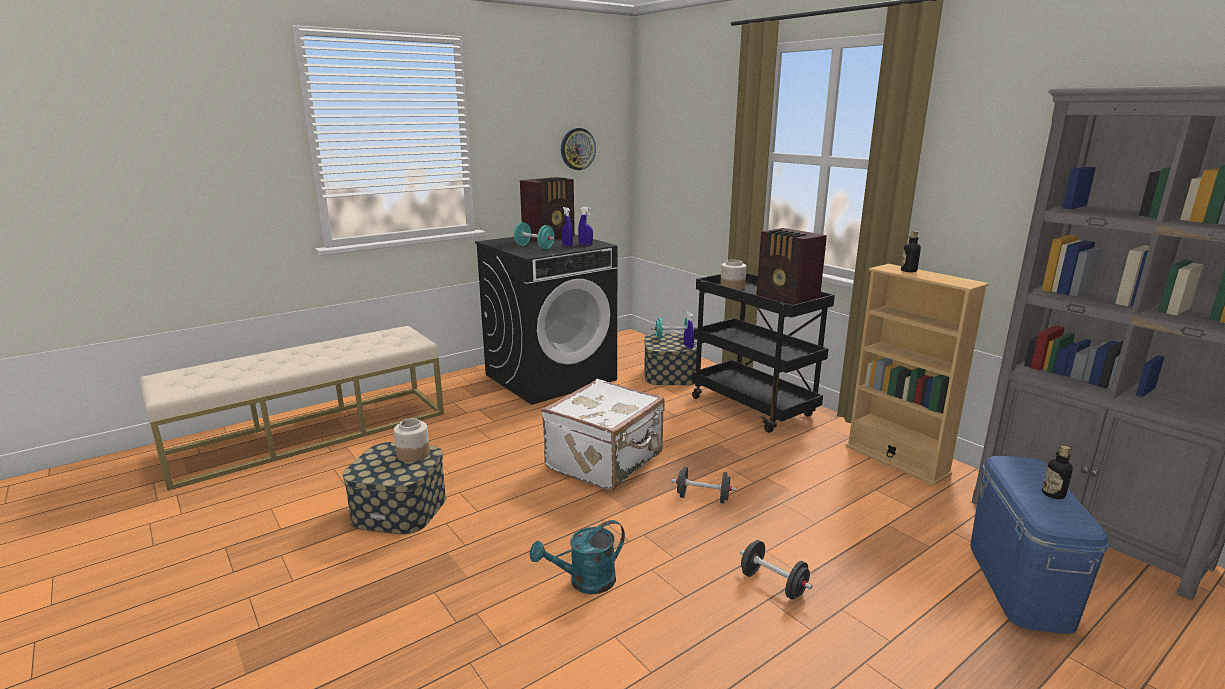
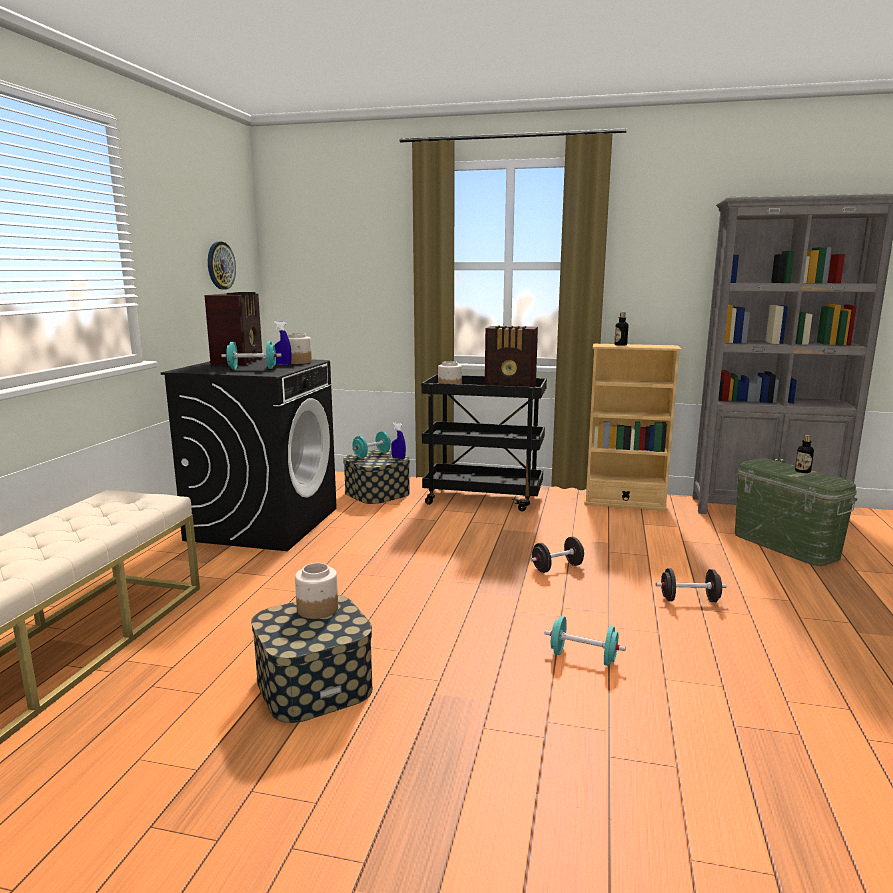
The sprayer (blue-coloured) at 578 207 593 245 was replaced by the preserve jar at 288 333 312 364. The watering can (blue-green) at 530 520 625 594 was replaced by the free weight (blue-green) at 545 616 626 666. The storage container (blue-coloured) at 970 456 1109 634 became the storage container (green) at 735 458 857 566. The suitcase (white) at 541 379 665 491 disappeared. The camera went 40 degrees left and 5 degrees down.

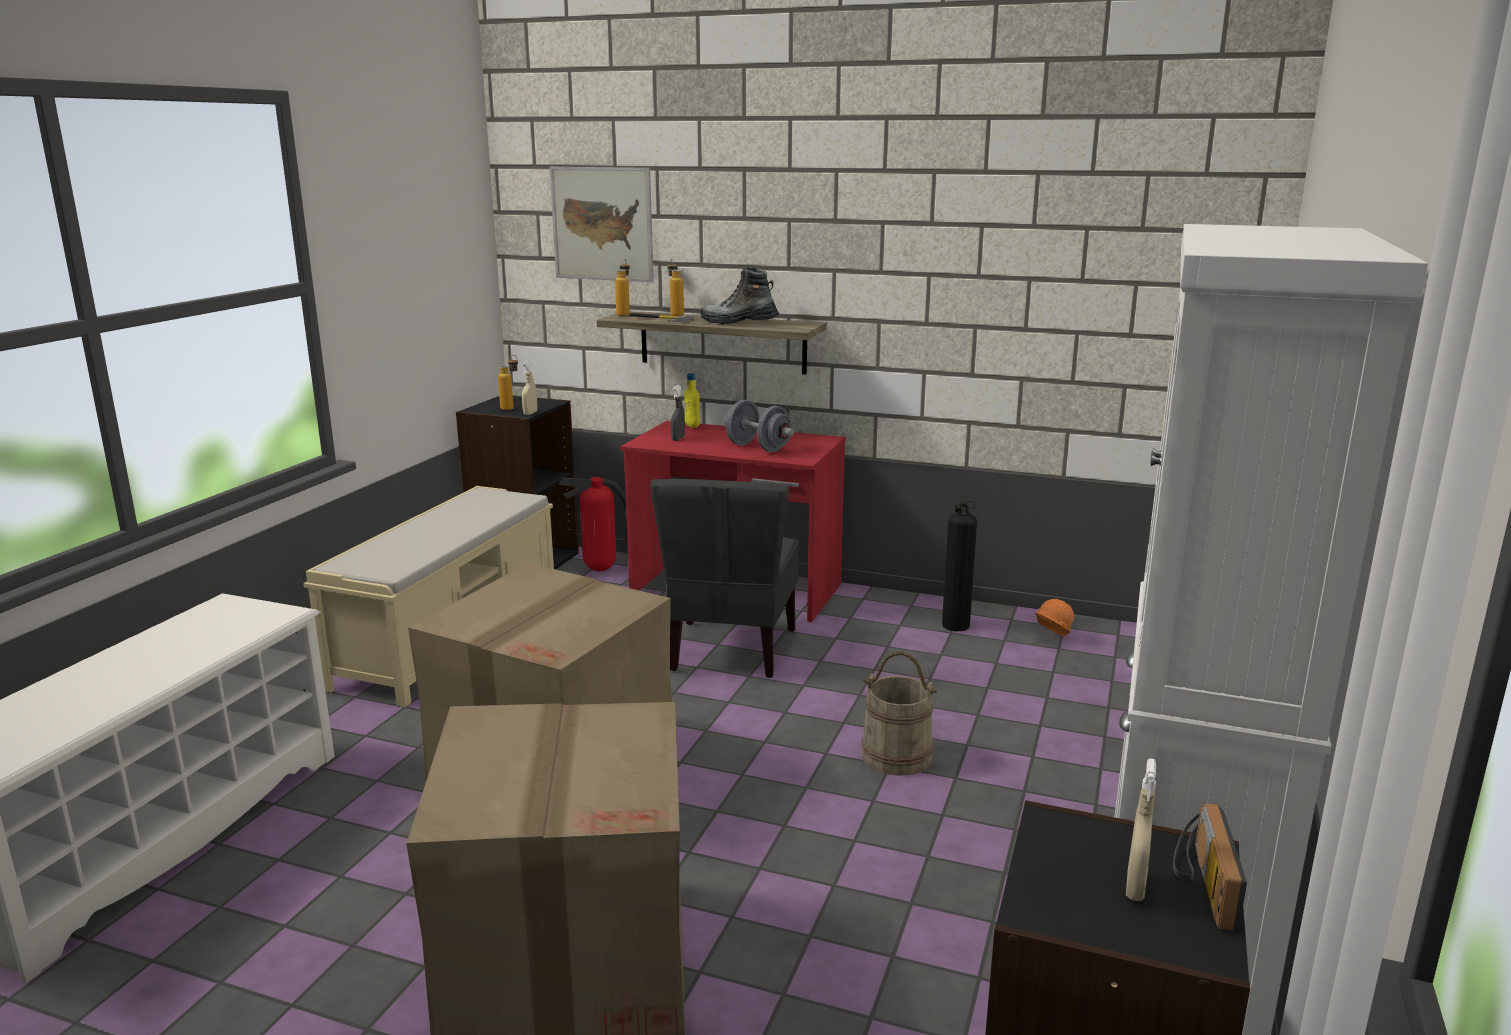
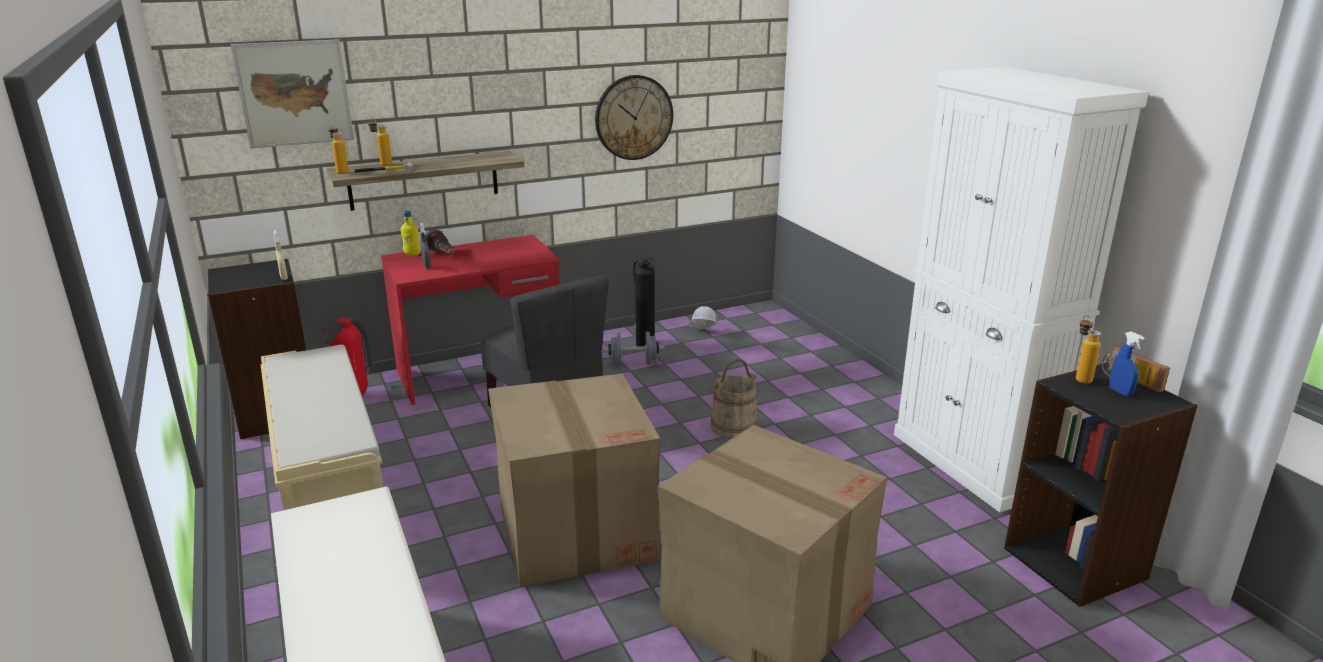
The torch at 425 229 455 255 appeared. The hanging clock at 595 75 673 160 appeared. The free weight (greyish) moved from 724 400 794 452 to 603 332 665 366. The safety helmet (orange-coloured) at 1035 599 1074 637 became the safety helmet (white) at 689 306 717 329. The drink bottle moved from 498 355 518 410 to 1076 315 1101 384. The sprayer (sand-coloured) at 1126 759 1156 901 became the sprayer (blue-coloured) at 1109 331 1145 396. The boot at 701 267 779 325 disappeared. The camera went 45 degrees left and 5 degrees up.

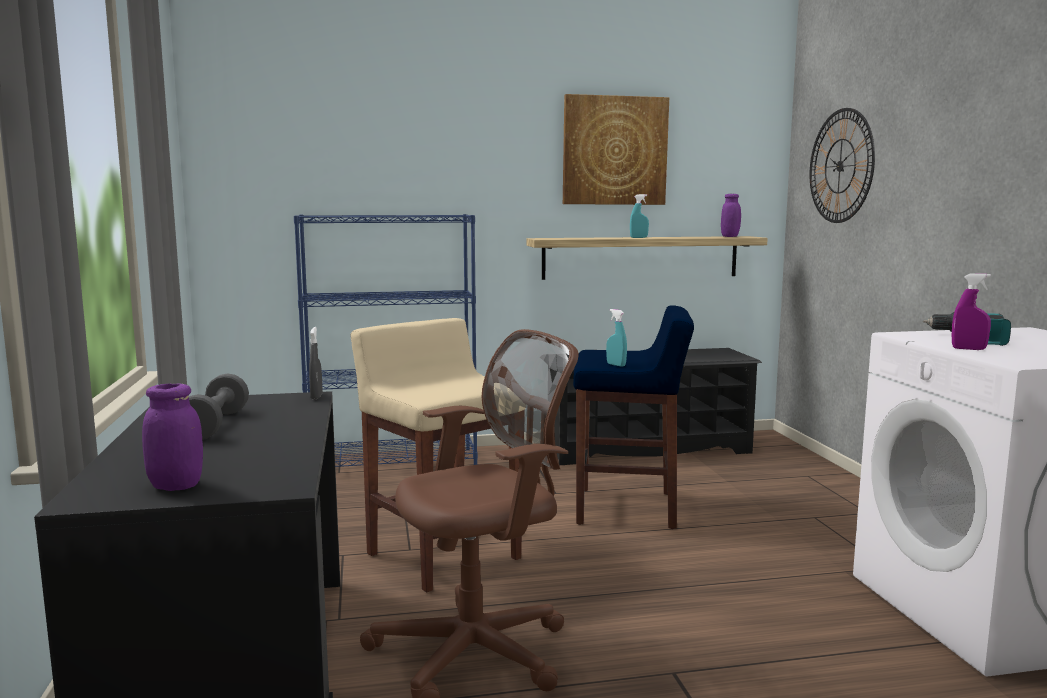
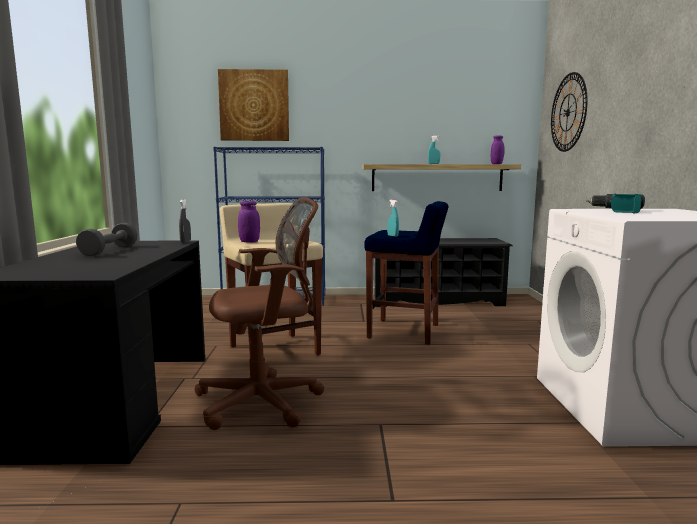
The wall picture moved from 563 94 669 205 to 218 69 289 141. The preserve jar (purple-coloured) moved from 142 384 203 491 to 238 201 260 243. The sprayer (purple-coloured) at 952 273 991 350 disappeared. The camera went 10 degrees right and 0 degrees up.

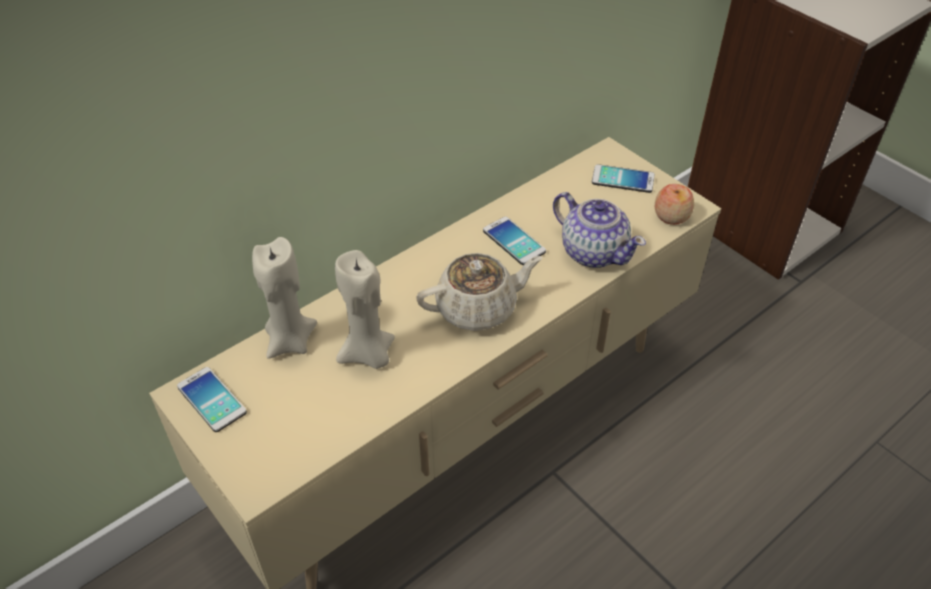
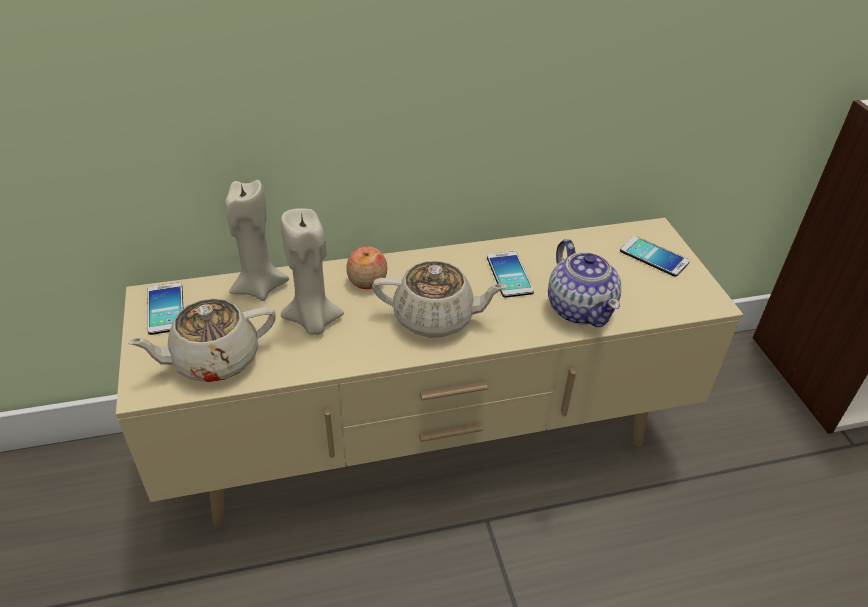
The tea pot (sand-coloured) at 127 298 276 382 appeared. The apple fruit moved from 655 184 694 225 to 346 246 387 289. The camera went 25 degrees right and 5 degrees down.

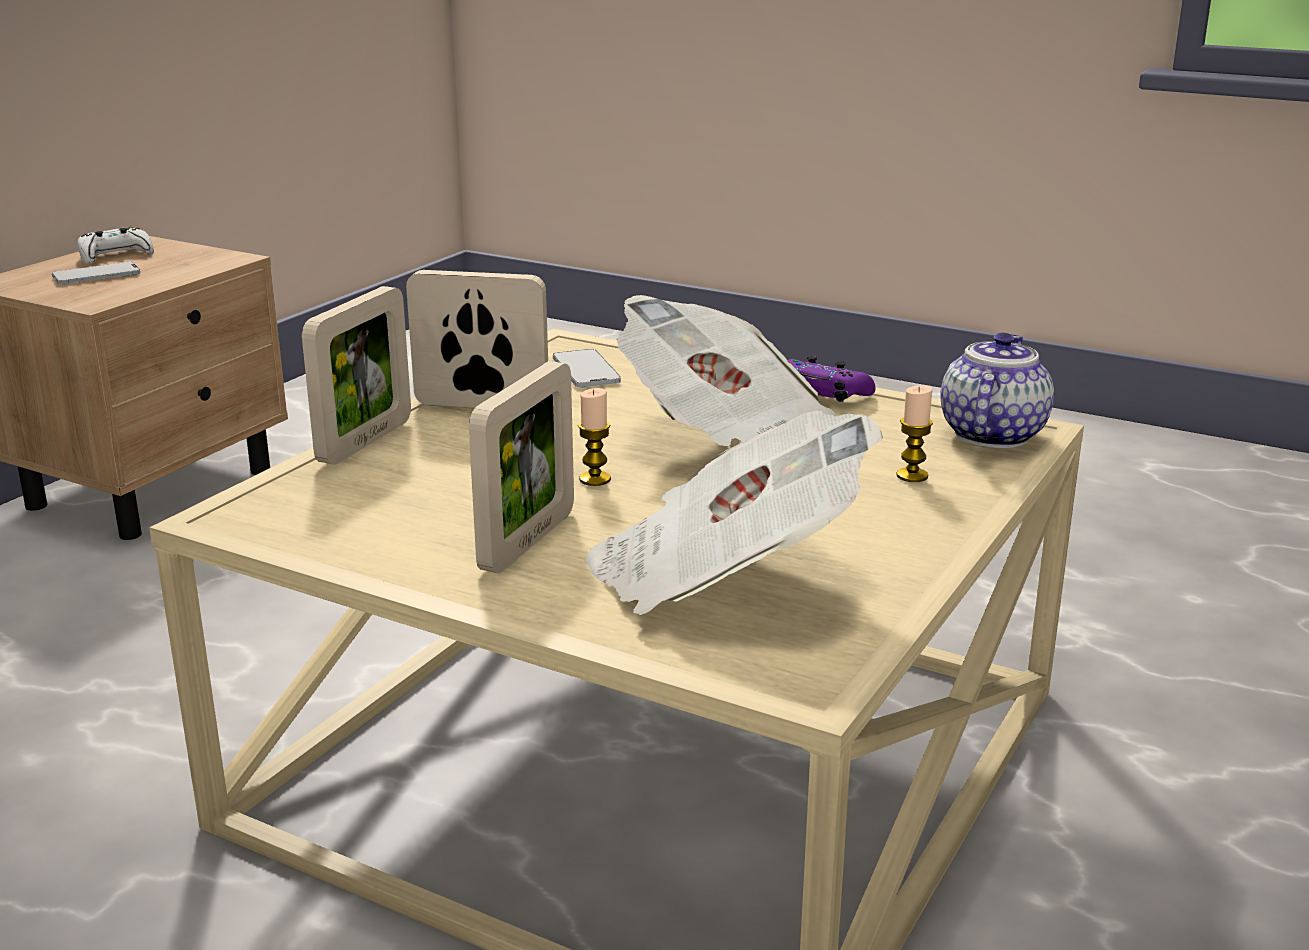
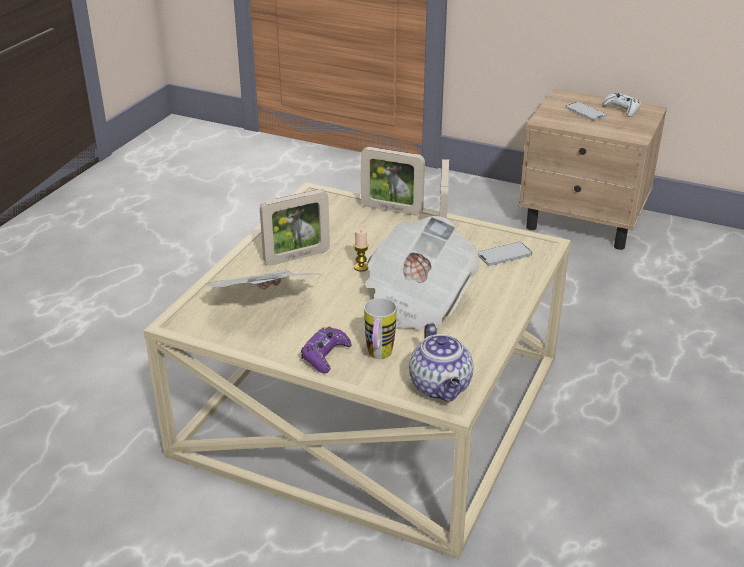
The photo frame at 469 361 574 573 turned 45 degrees counterclockwise. The game controller (purple-coloured) moved from 787 356 875 402 to 301 327 352 373. The candle at 896 385 933 482 was replaced by the mug at 364 298 396 359. The tea pot at 940 332 1054 448 turned 60 degrees clockwise. The camera went 85 degrees right and 10 degrees up.

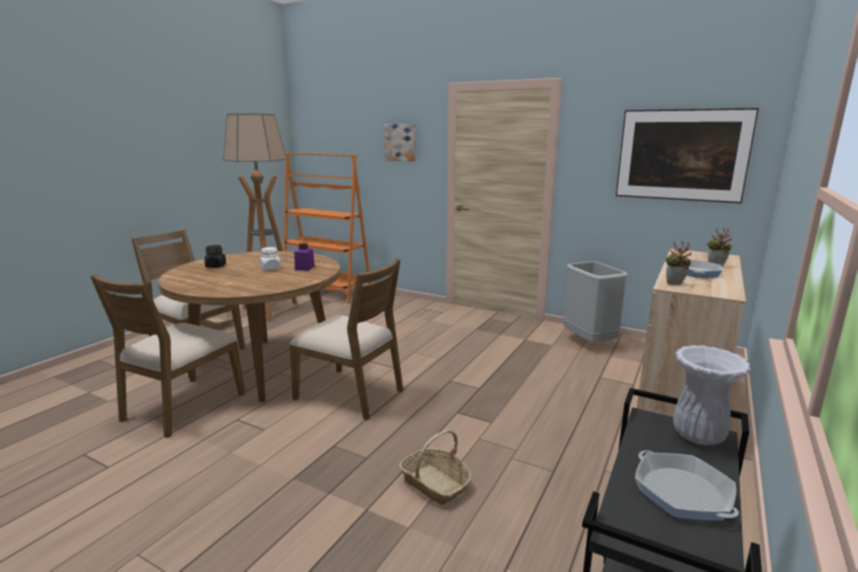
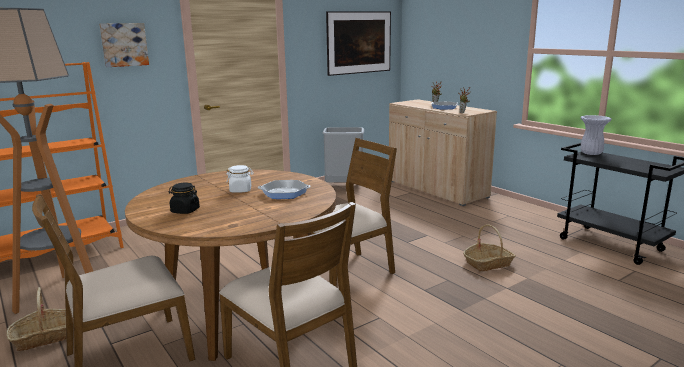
The pan moved from 635 450 739 520 to 258 180 311 199. The preserve jar (purple-coloured) at 294 243 315 271 disappeared. The camera went 65 degrees left and 0 degrees up.

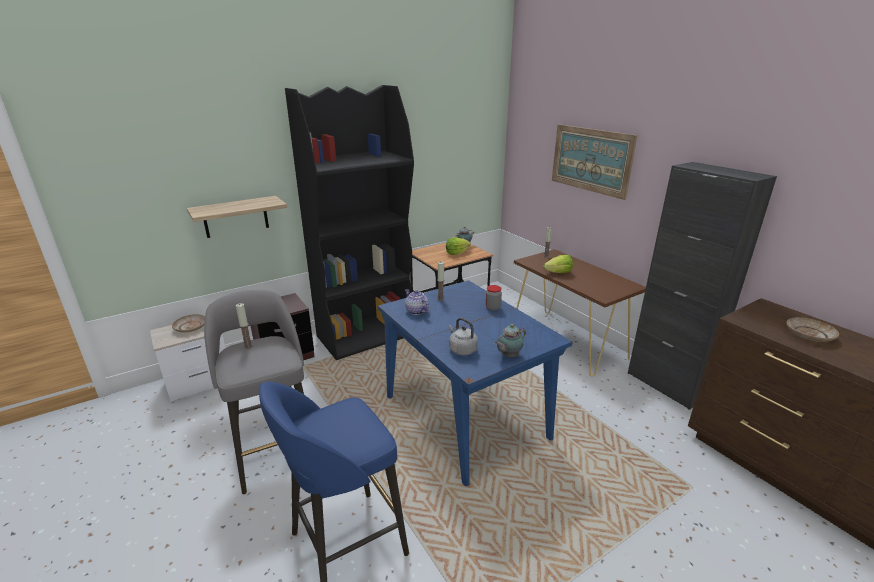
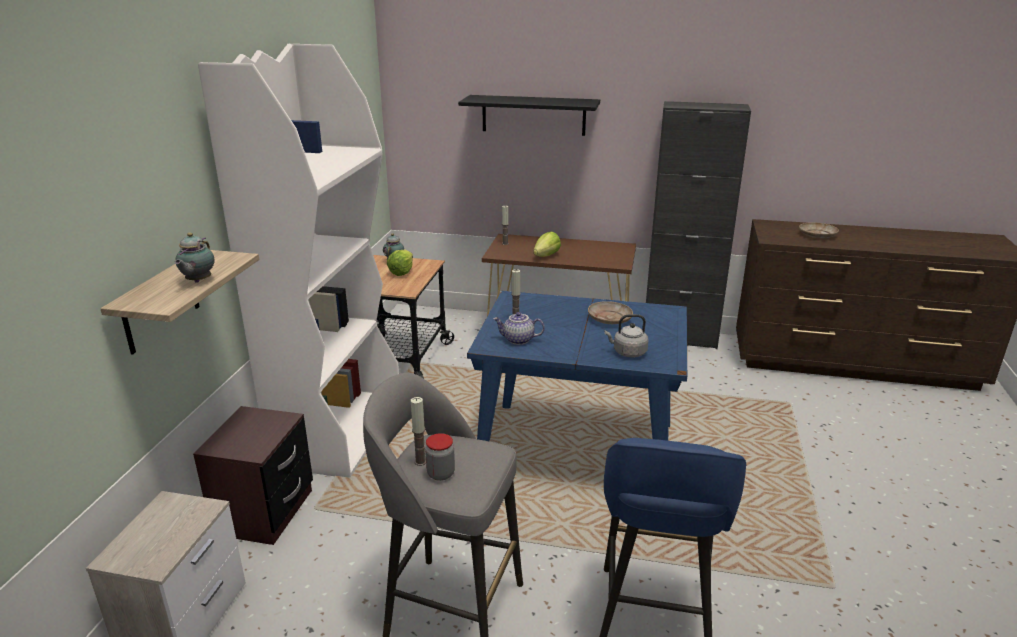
The tea pot moved from 494 324 526 357 to 174 233 215 283. The shelving unit (black) at 285 85 414 360 became the shelving unit (white) at 198 44 399 478. The preserve jar moved from 485 285 502 311 to 425 433 455 481. The wall picture at 552 124 637 200 was replaced by the bracket shelf (black) at 458 95 600 136. The plate (sand-coloured) moved from 172 314 205 333 to 588 301 633 324. The camera went 45 degrees left and 0 degrees up.

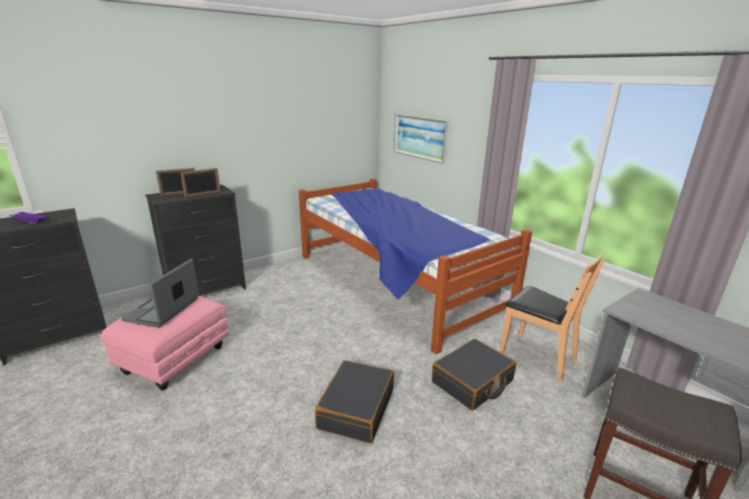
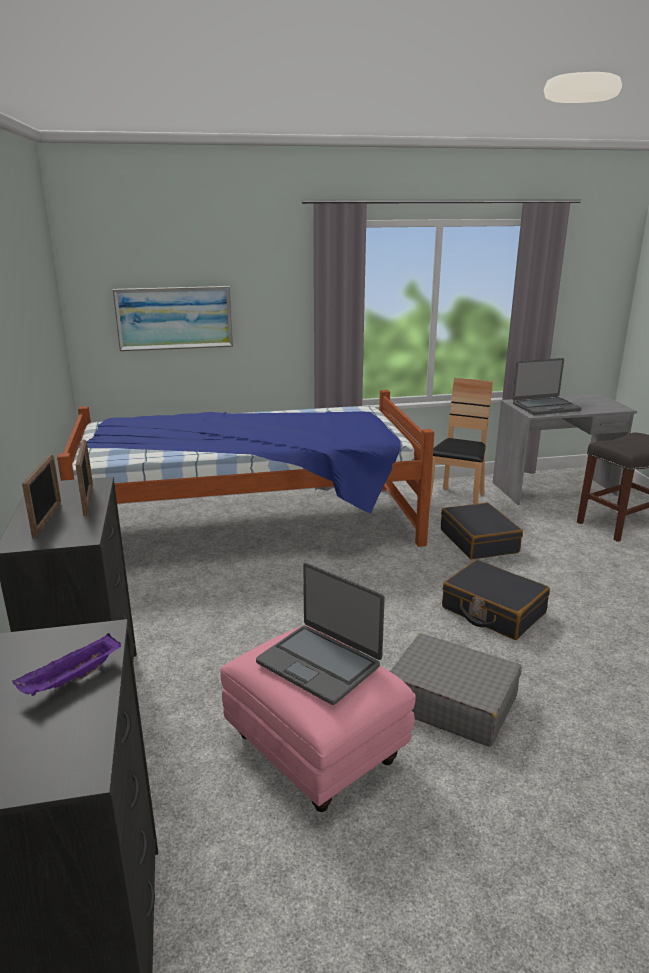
The suitcase (greyish) at 390 634 521 747 appeared. The plain chair (brown) at 500 253 604 381 turned 45 degrees counterclockwise. The laptop at 512 358 582 415 appeared. The camera went 65 degrees left and 0 degrees up.

